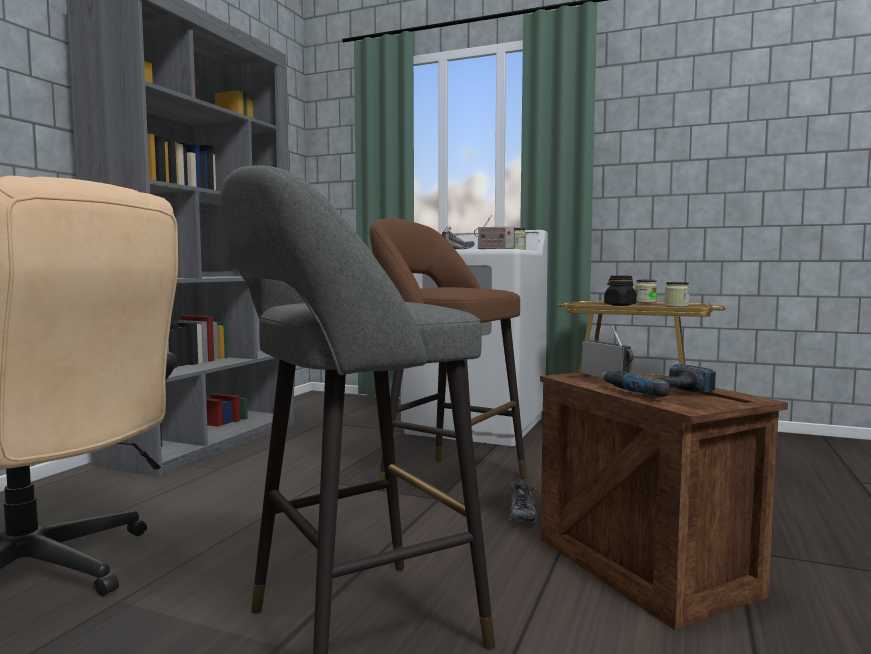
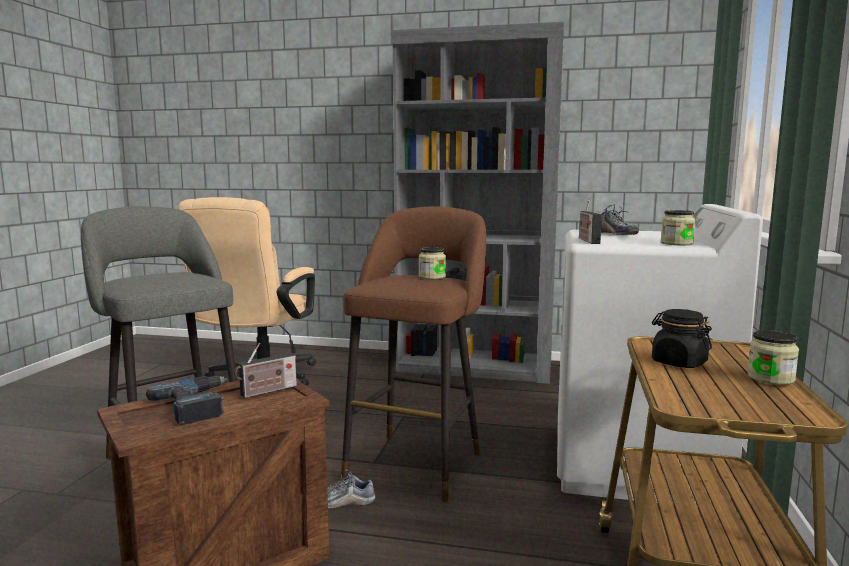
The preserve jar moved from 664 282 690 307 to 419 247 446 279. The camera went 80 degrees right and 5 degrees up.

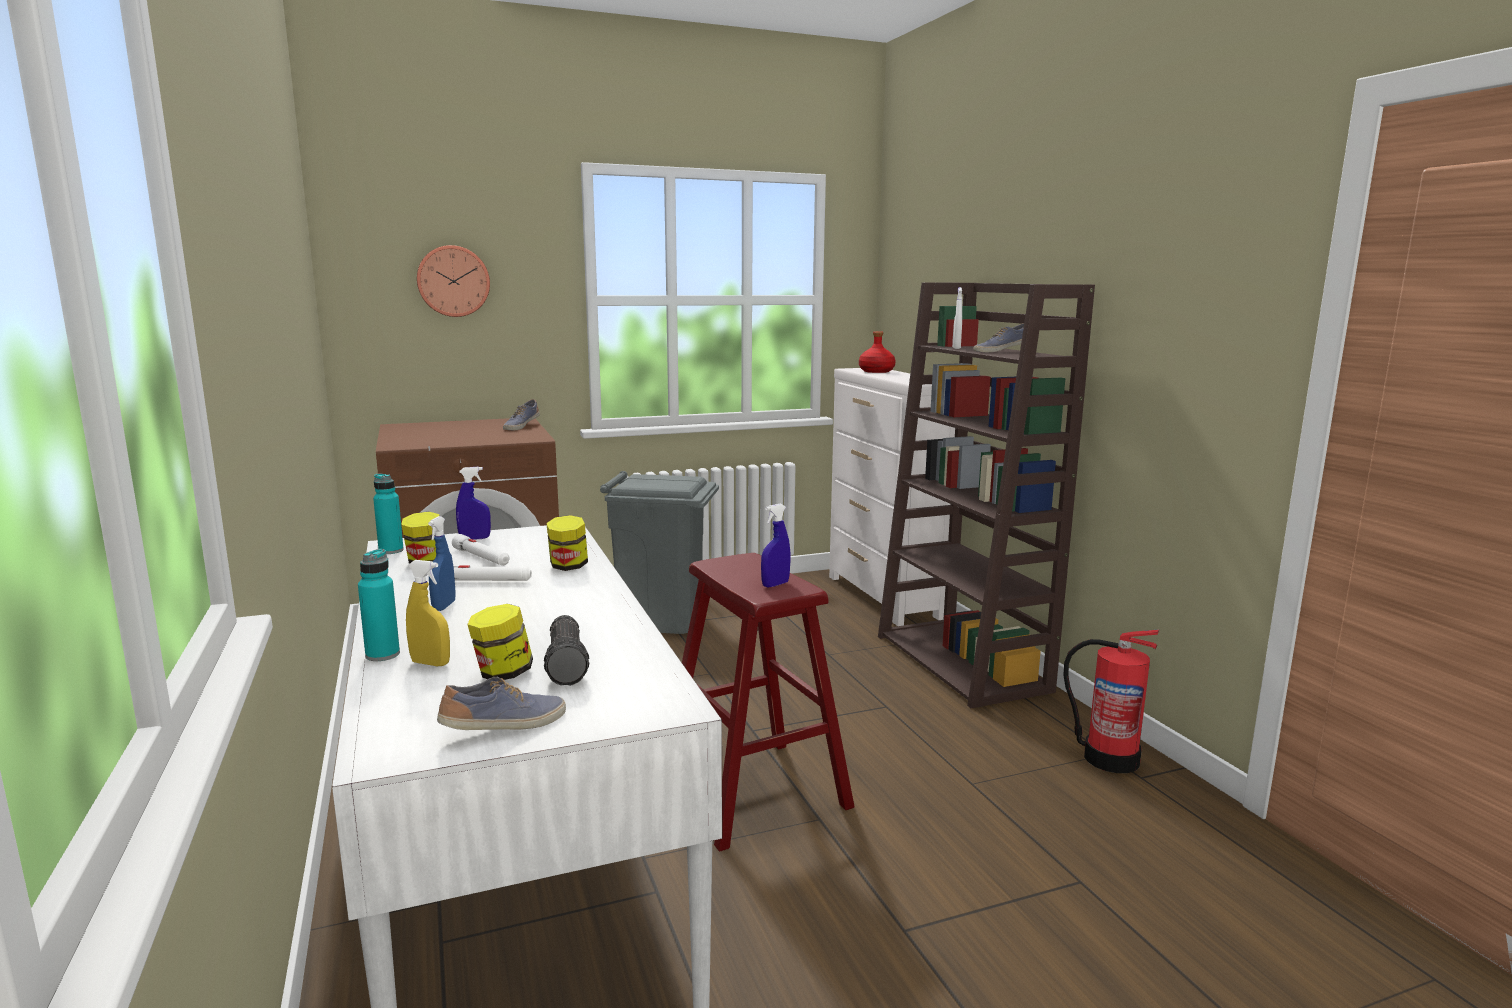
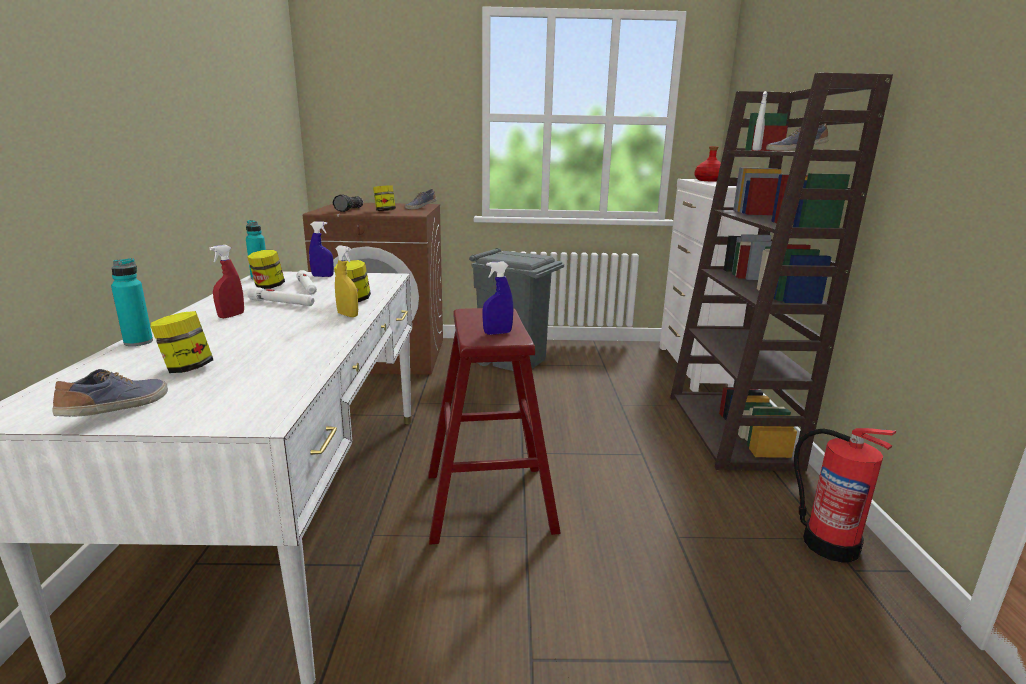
The low shoe at 437 677 566 730 turned 60 degrees counterclockwise. The sprayer (blue-coloured) at 428 516 456 611 became the sprayer (reddish) at 209 245 244 318. The torch moved from 544 615 589 686 to 333 194 363 212. The sprayer (yellow) moved from 406 560 450 666 to 335 245 358 317. The preserve jar at 373 185 396 211 appeared. The hanging clock at 417 245 490 317 disappeared. The camera went 20 degrees right and 5 degrees up.

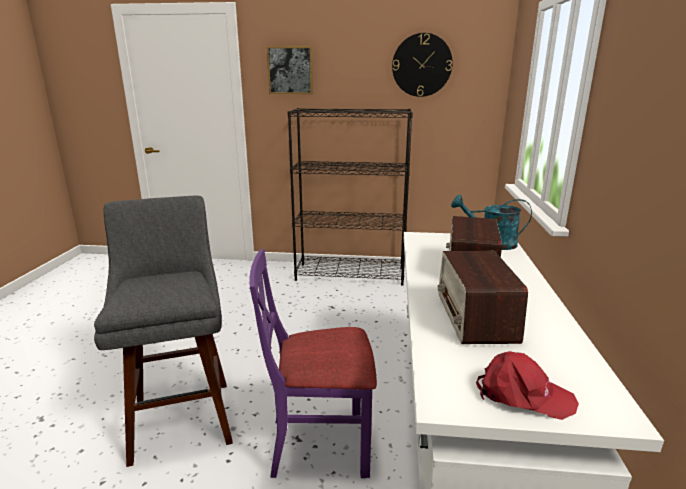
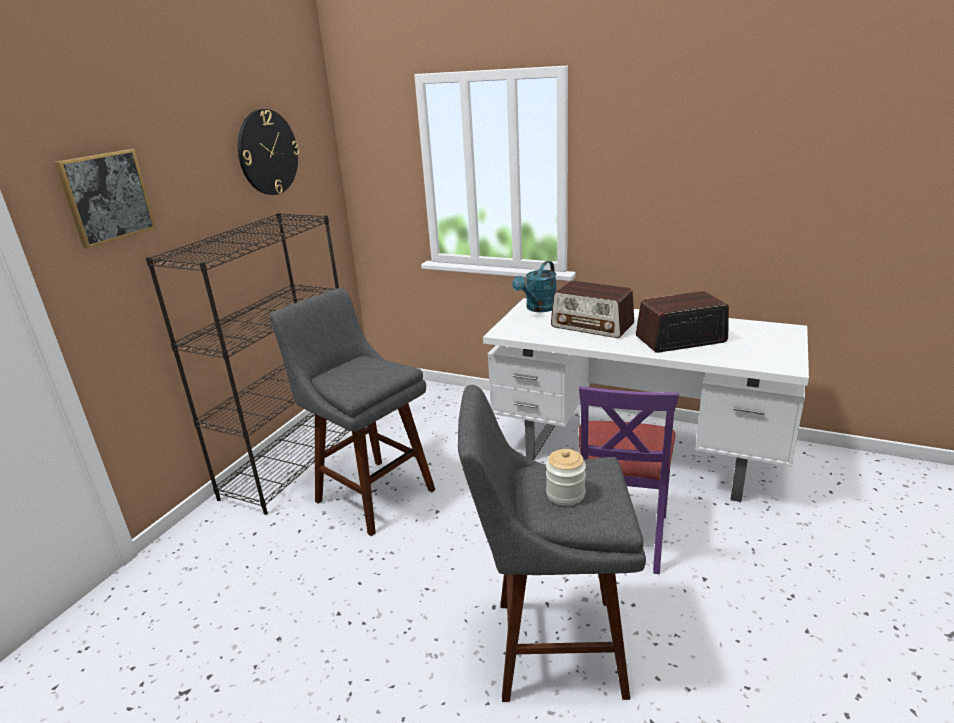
The stool (greyish) at 270 288 435 536 appeared. The preserve jar at 546 449 586 506 appeared. The radio at 437 251 528 344 turned 150 degrees clockwise. The baseball cap (reddish) at 476 351 579 420 disappeared. The camera went 70 degrees left and 5 degrees up.

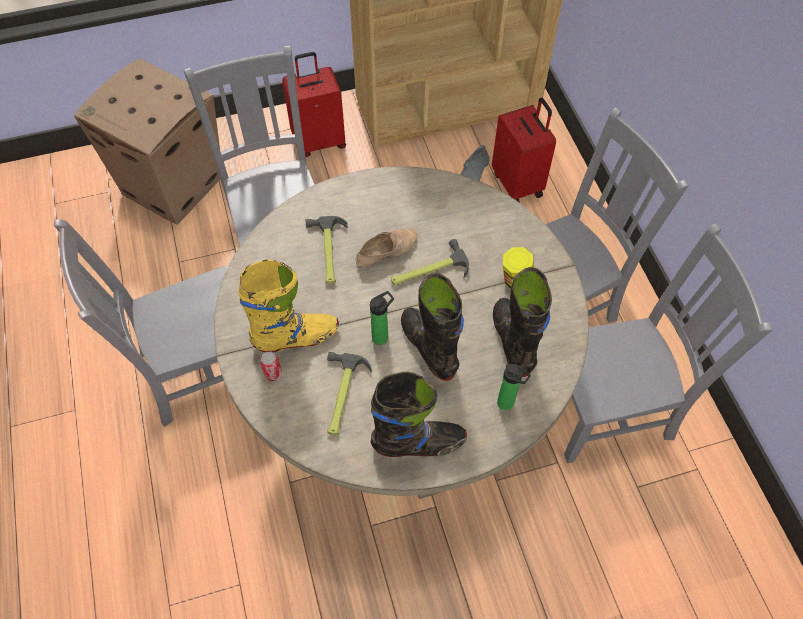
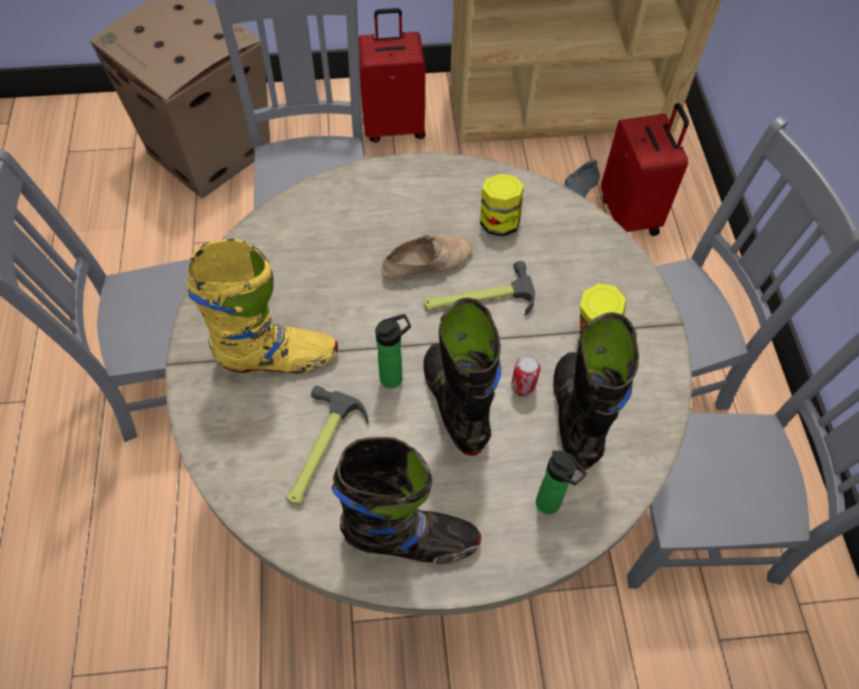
The preserve jar at 480 174 524 236 appeared. The metal can moved from 260 352 282 381 to 511 355 540 396. The hammer at 306 216 348 284 disappeared. The camera went 10 degrees right and 0 degrees up.

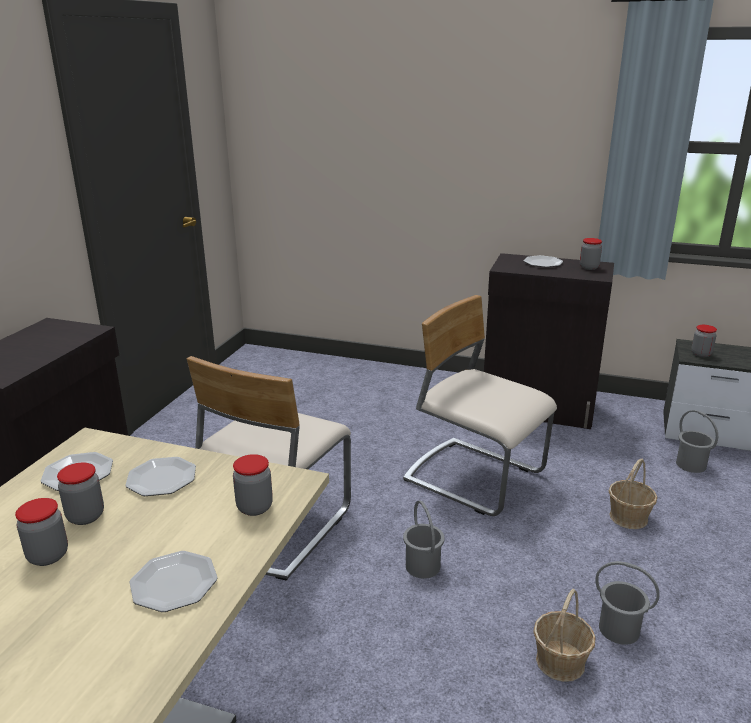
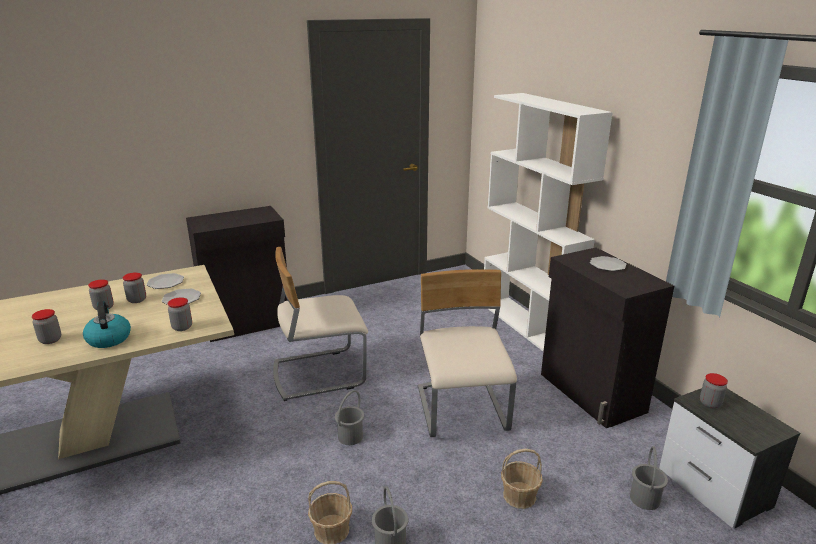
The preserve jar moved from 580 238 602 270 to 32 309 61 344. The plate at 129 551 218 612 was replaced by the tea kettle at 83 301 131 348. The shelving unit (white) at 484 93 613 352 appeared. The camera went 45 degrees right and 0 degrees up.

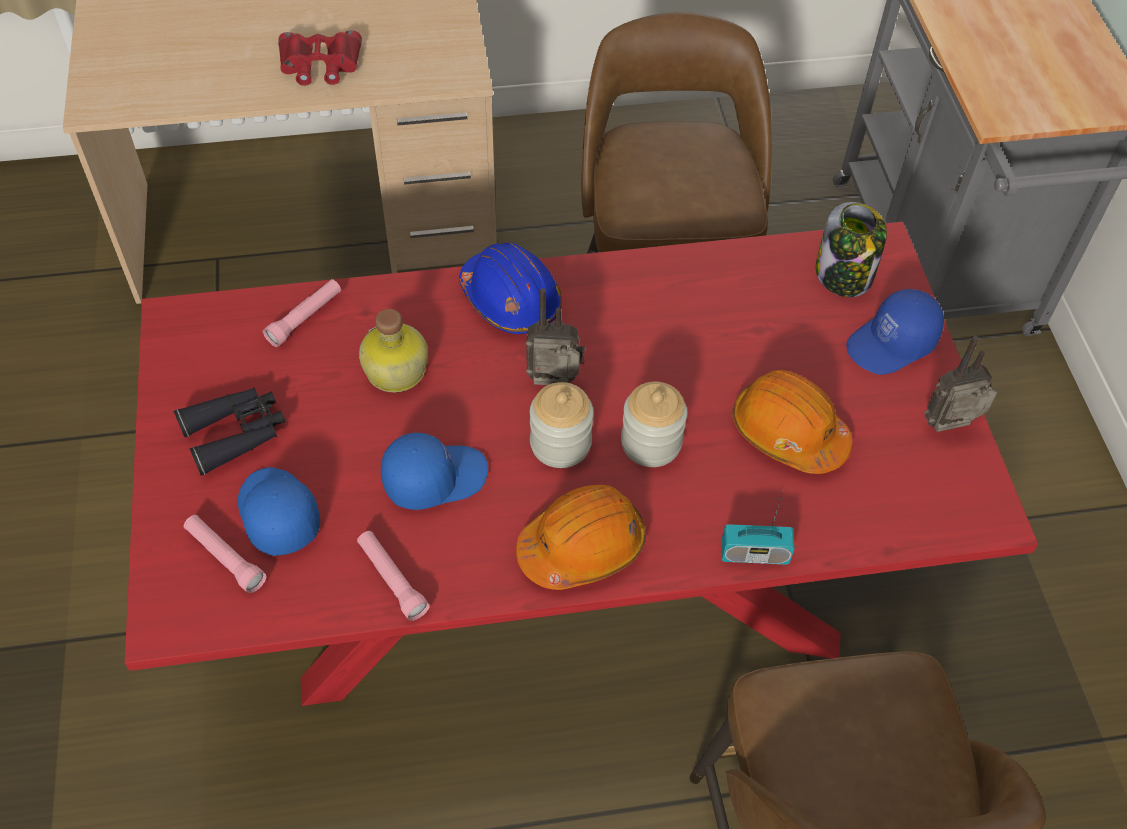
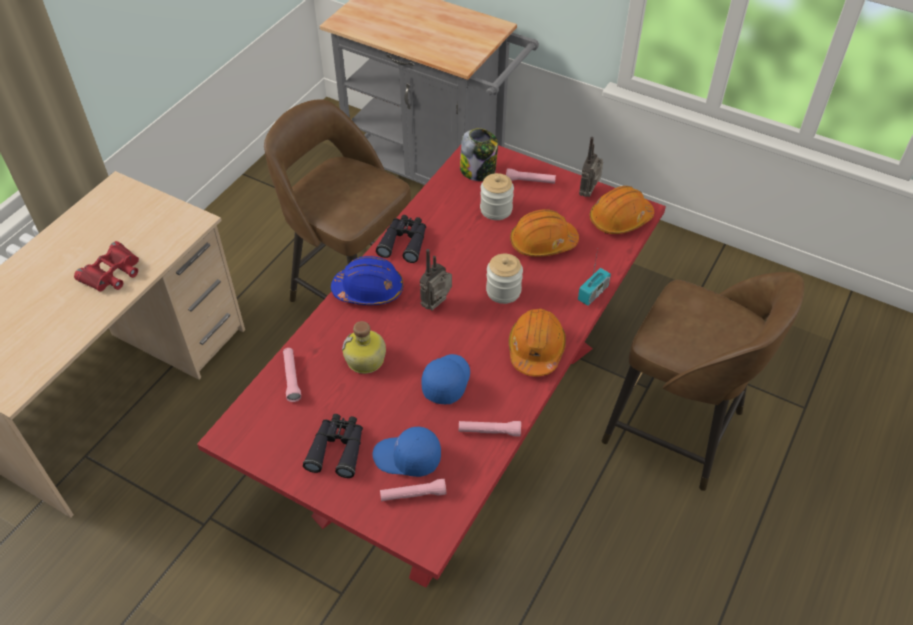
The pair of binoculars (black) at 376 215 426 263 appeared. The preserve jar moved from 530 382 594 468 to 480 173 514 220. The baseball cap (blue-coloured) at 846 289 944 375 was replaced by the torch (pink-coloured) at 506 168 556 184. The safety helmet (orange-coloured) at 590 186 654 234 appeared. The camera went 50 degrees left and 5 degrees down.

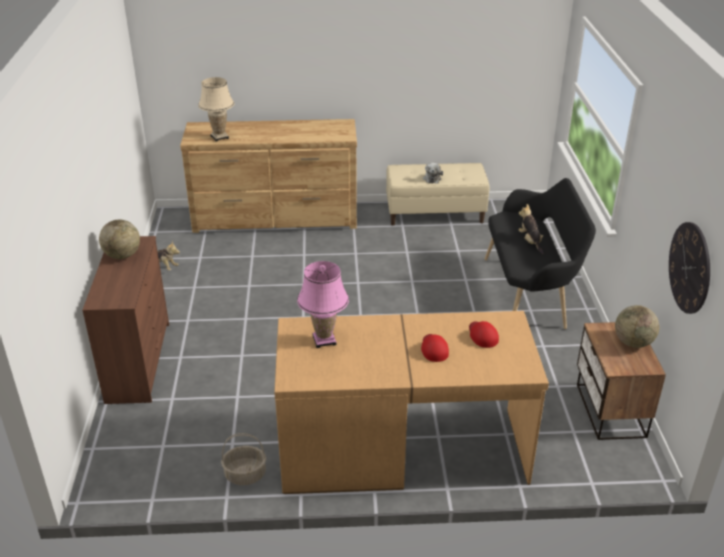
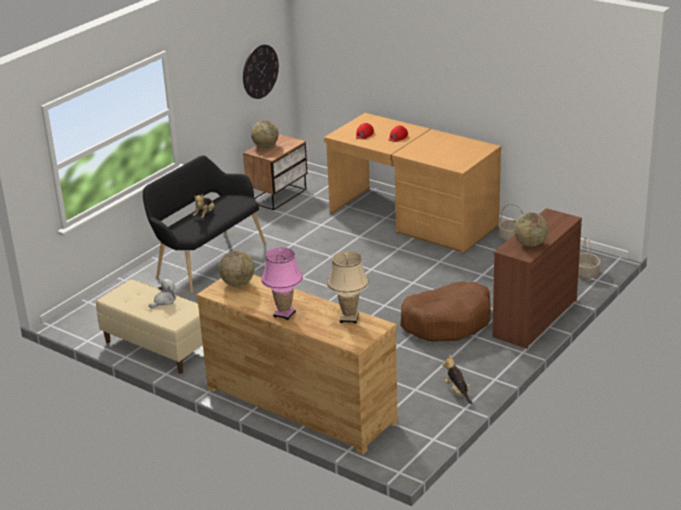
The globe at 219 250 255 286 appeared. The table lamp (pink-coloured) moved from 297 261 349 348 to 261 247 303 320. The dog cushion (brown) at 400 282 491 342 appeared. The basket at 578 237 601 279 appeared. The camera went 140 degrees left and 5 degrees down.

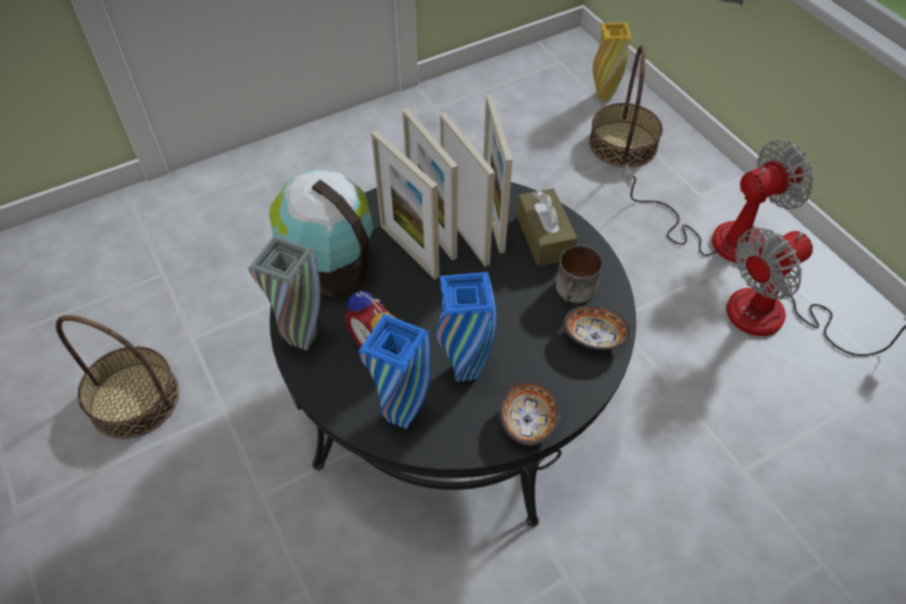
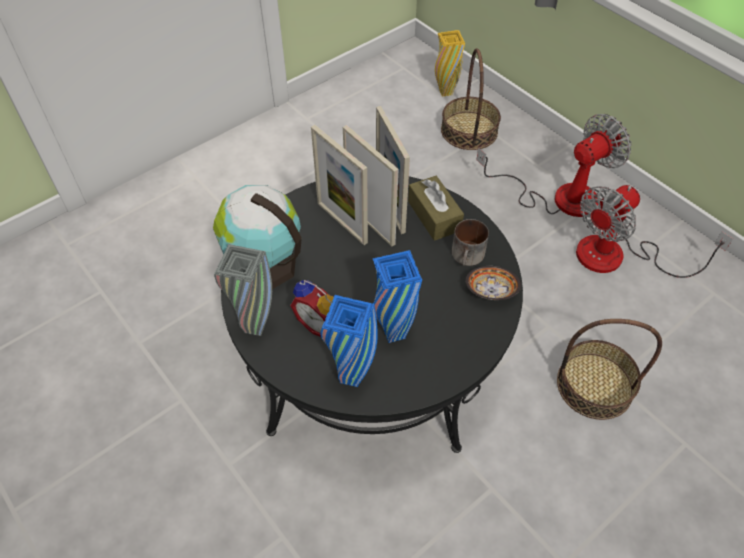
The basket moved from 56 315 179 439 to 557 319 662 420. The photo frame at 371 130 440 279 disappeared. The serving bowl at 500 380 560 445 disappeared. The camera went 10 degrees left and 0 degrees up.

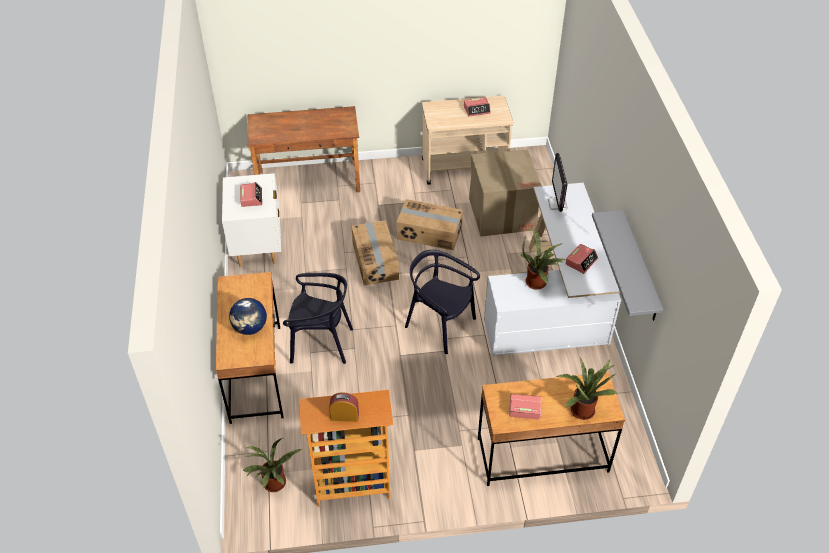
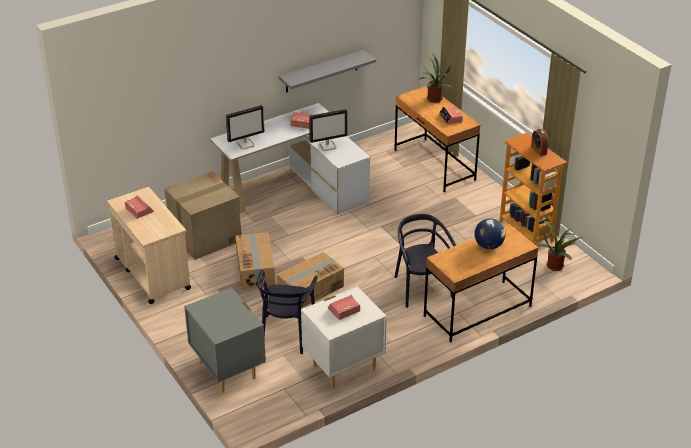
The desk (brown) at 247 106 360 192 was replaced by the nightstand (greyish) at 184 288 266 393. The plain chair (black) moved from 405 250 480 354 to 257 270 318 354. The potted plant at 521 226 566 290 was replaced by the computer display at 309 109 347 151. The camera went 115 degrees left and 10 degrees down.

